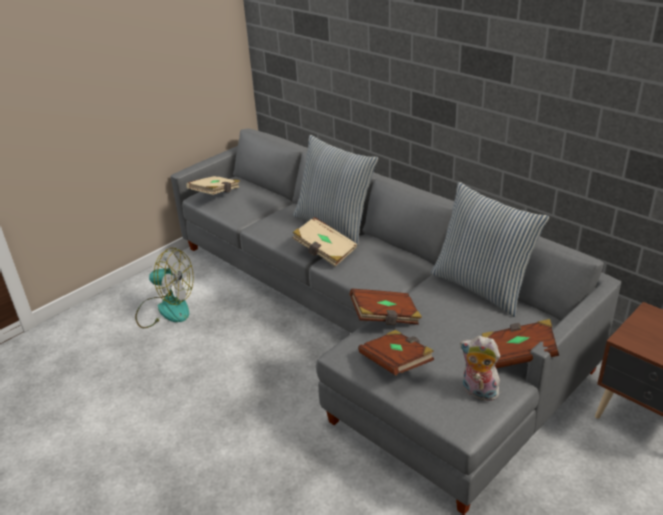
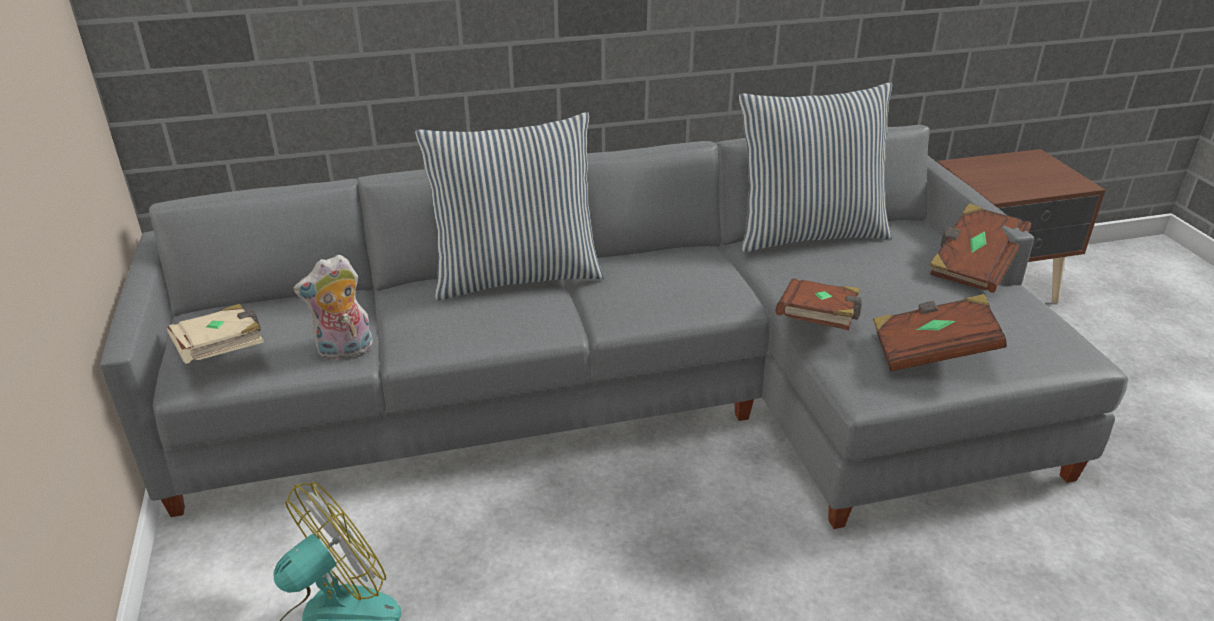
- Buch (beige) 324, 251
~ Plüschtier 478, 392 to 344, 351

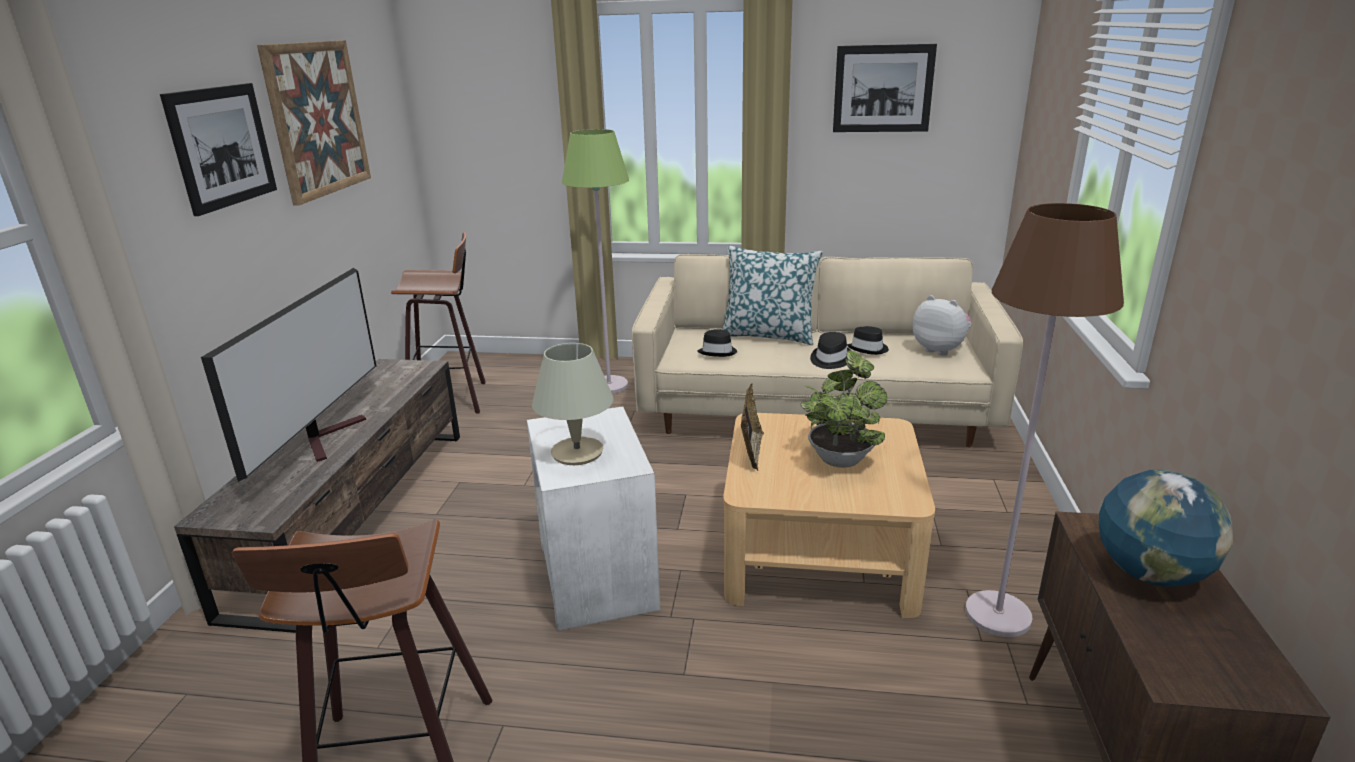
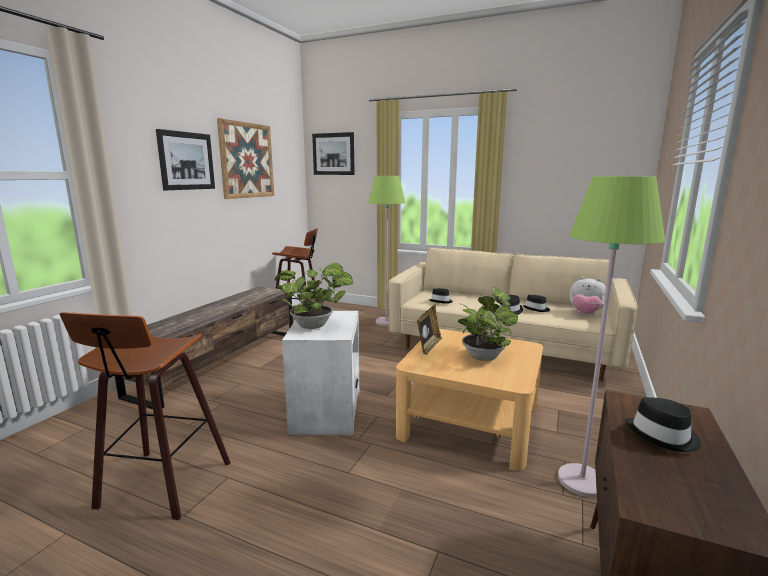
- Fernseher 328, 437
- Kissen 768, 335
~ Bild 883, 89 to 333, 154
~ Tischlampe (beige) 577, 452 to Topfpflanze 315, 326
~ Globus 1150, 573 to Hut (schwarz) 663, 436
~ Stehlampe (braun) 997, 614 to Stehlampe (grün) 581, 481
~ Plüschtier 940, 349 = 585, 314 150 degrees clockwise

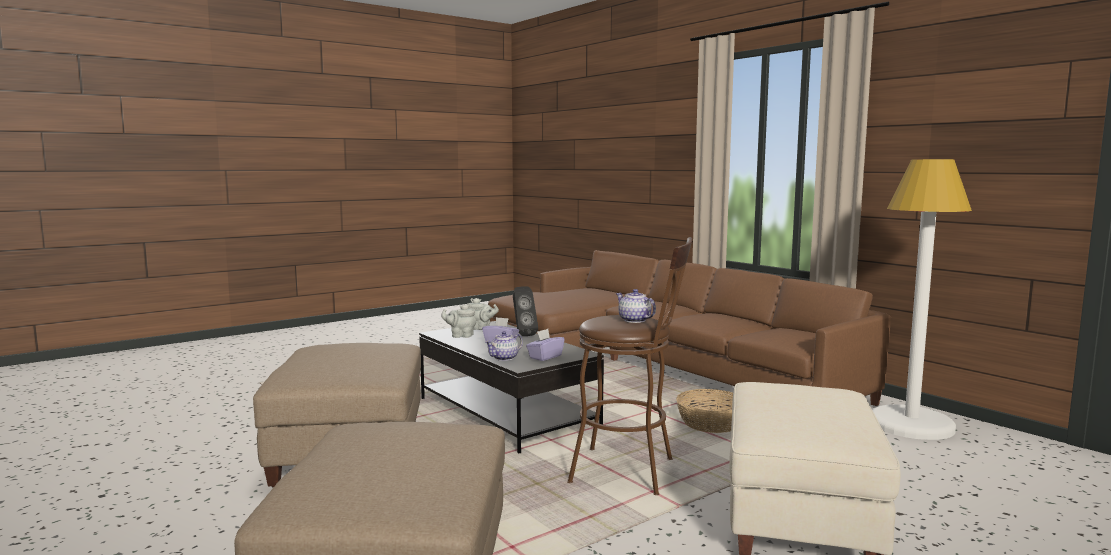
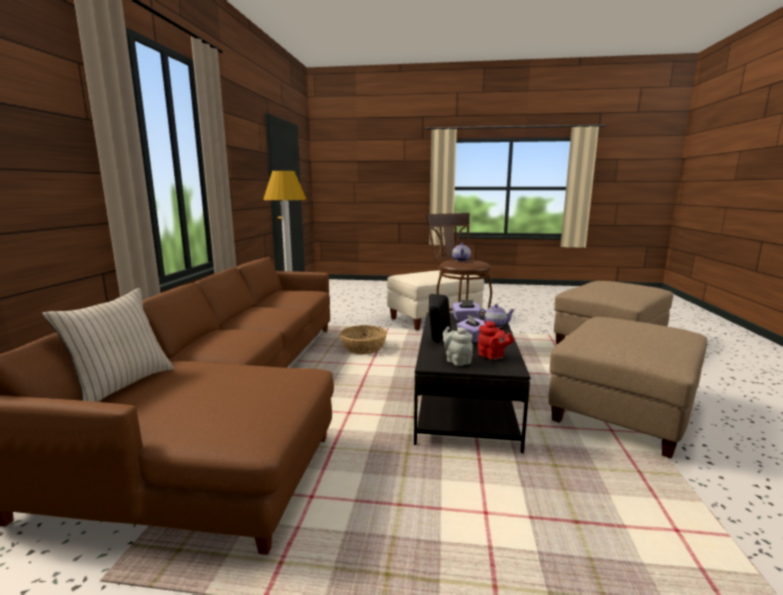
+ Kissen (beige) 122, 385
~ Teekanne (grau) 460, 335 to Teekanne (rot) 492, 357

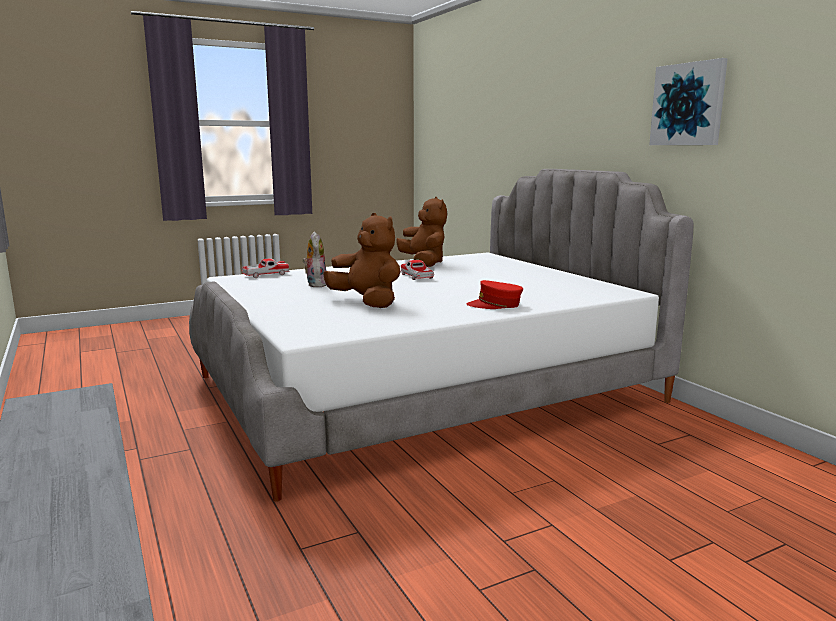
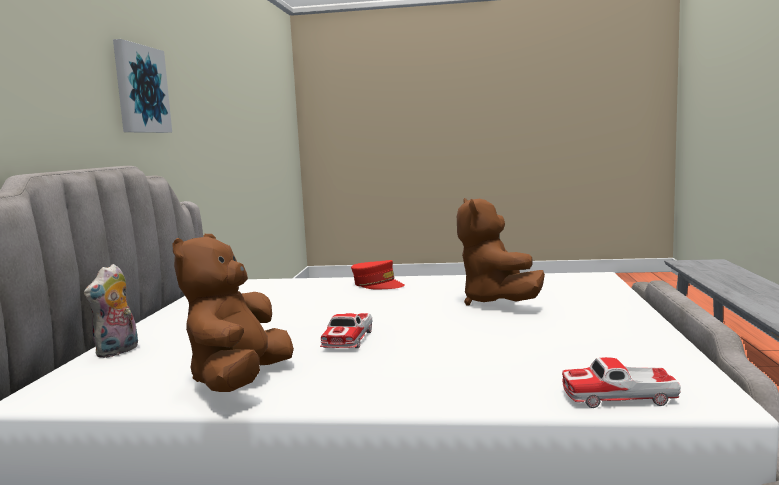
~ Plüschtier 315, 284 to 118, 351

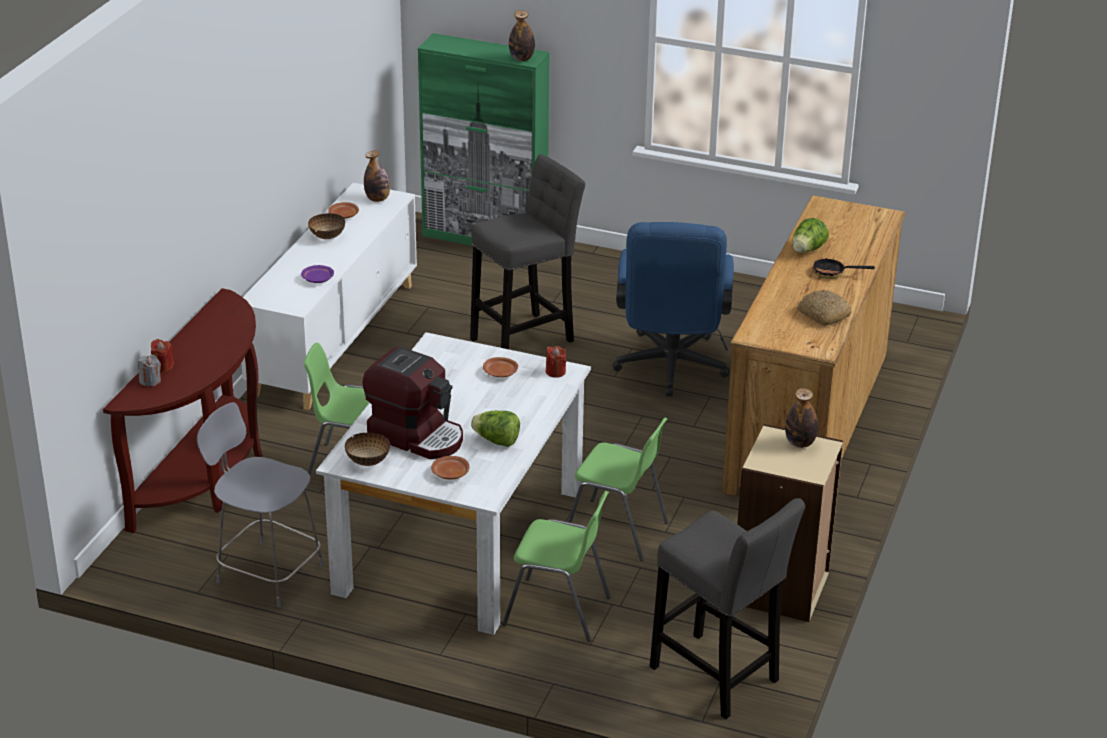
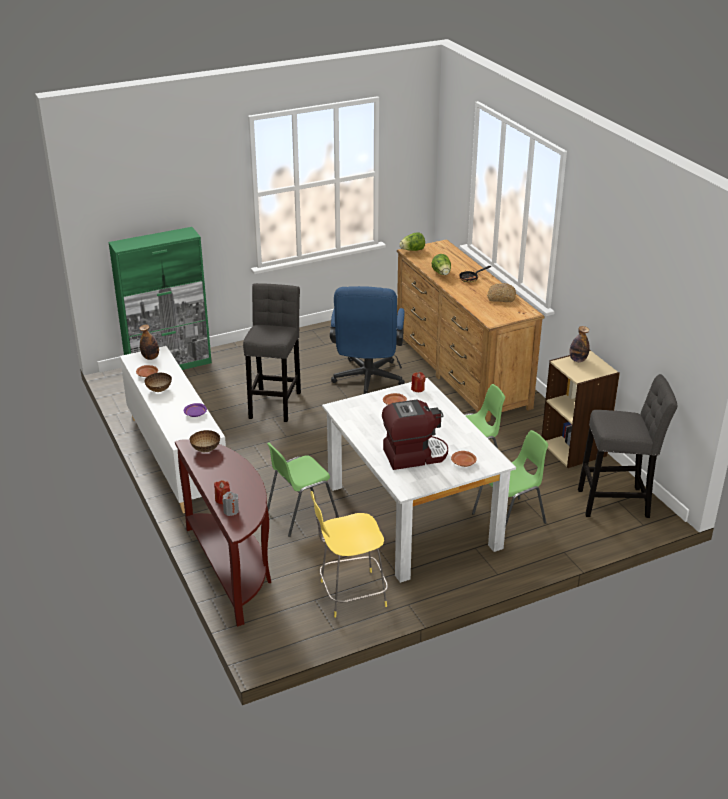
- Flasche 521, 58
~ Schüssel 368, 461 to 206, 449
~ Salatkopf 496, 441 to 412, 250
~ Hocker (grau) 267, 572 to Hocker (gelb) 350, 594
~ Bürostuhl (blau) 670, 370 = 367, 381 45 degrees clockwise

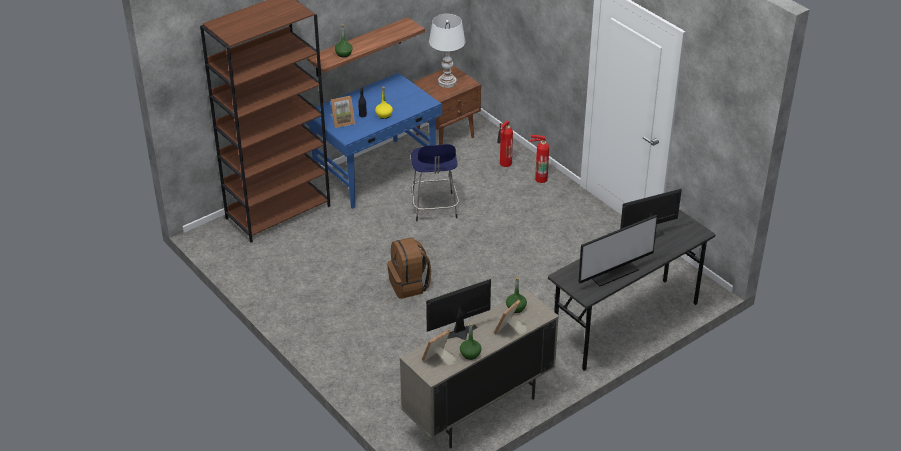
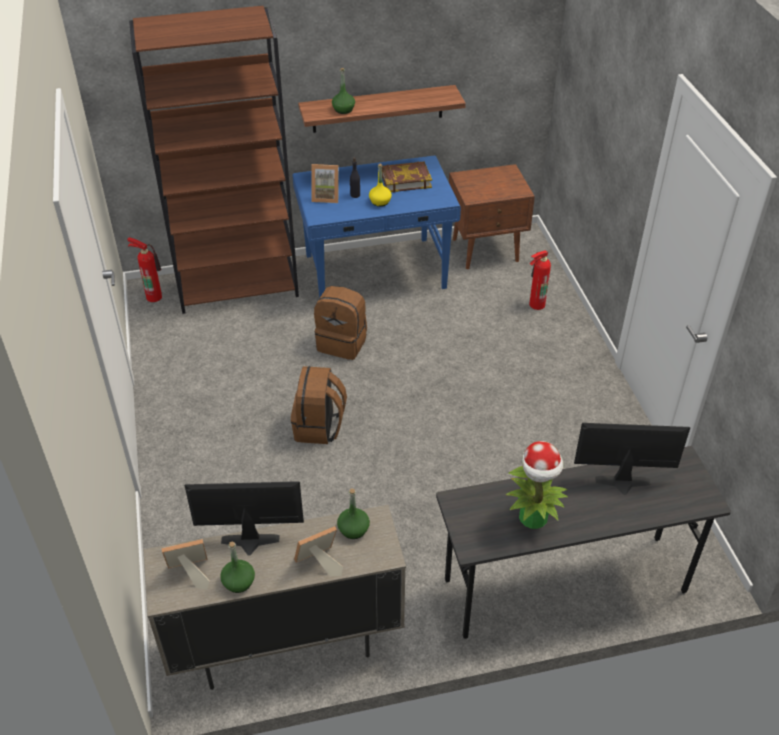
- Hocker (blau) 434, 208
- Tischlampe (weiß) 447, 82
+ Rucksack (braun) 343, 343
+ Buch 405, 180
~ Feuerlöscher 540, 178 to 154, 296
~ Monitor 611, 271 to Topfpflanze 534, 518

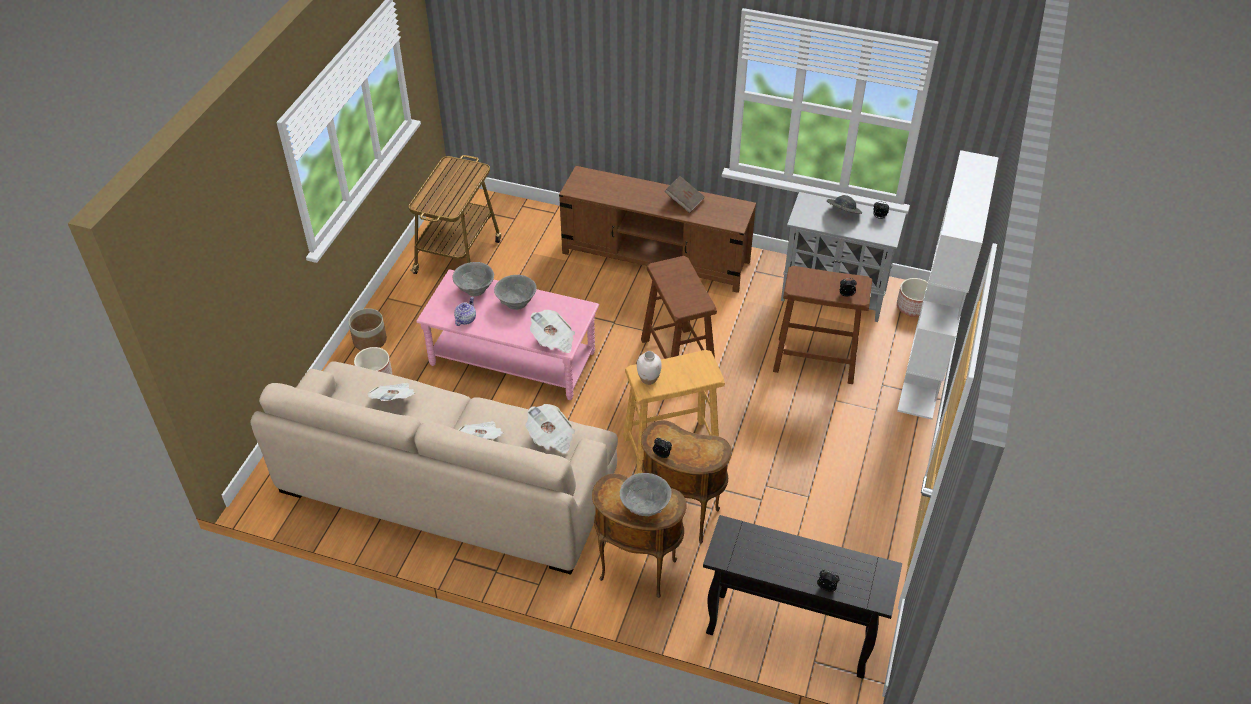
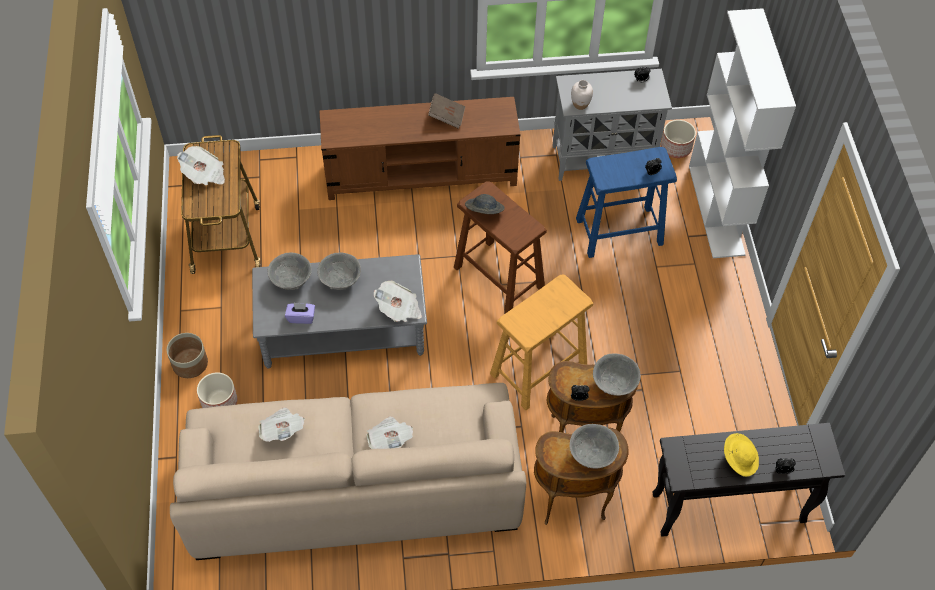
+ Schüssel (grau) 614, 384
+ Hut (gelb) 739, 459
~ Zeitung 551, 437 to 204, 175
~ Vase (weiß) 648, 379 to 580, 104
~ Hut (grau) 842, 213 to 484, 212
~ Teekanne 465, 319 to Taschentuchbox (lila) 301, 317
~ Couchtisch (rosa) 512, 358 to Couchtisch (grau) 342, 331
~ Hocker (braun) 814, 359 to Hocker (blau) 618, 231

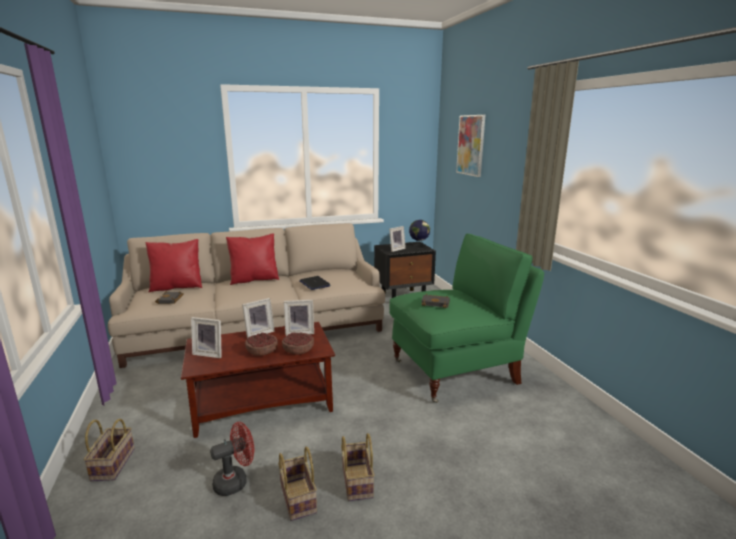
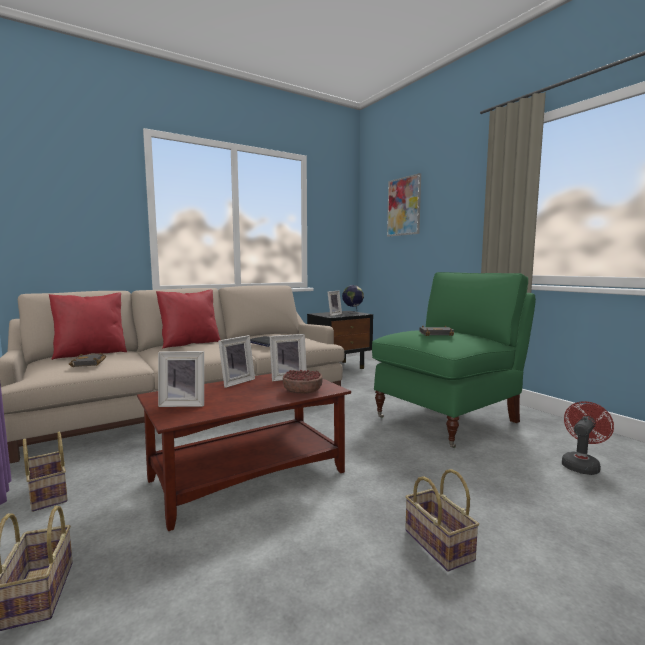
- Schüssel 262, 351
~ Ventilator (rot) 236, 481 to 581, 465
~ Korb 296, 498 to 46, 494

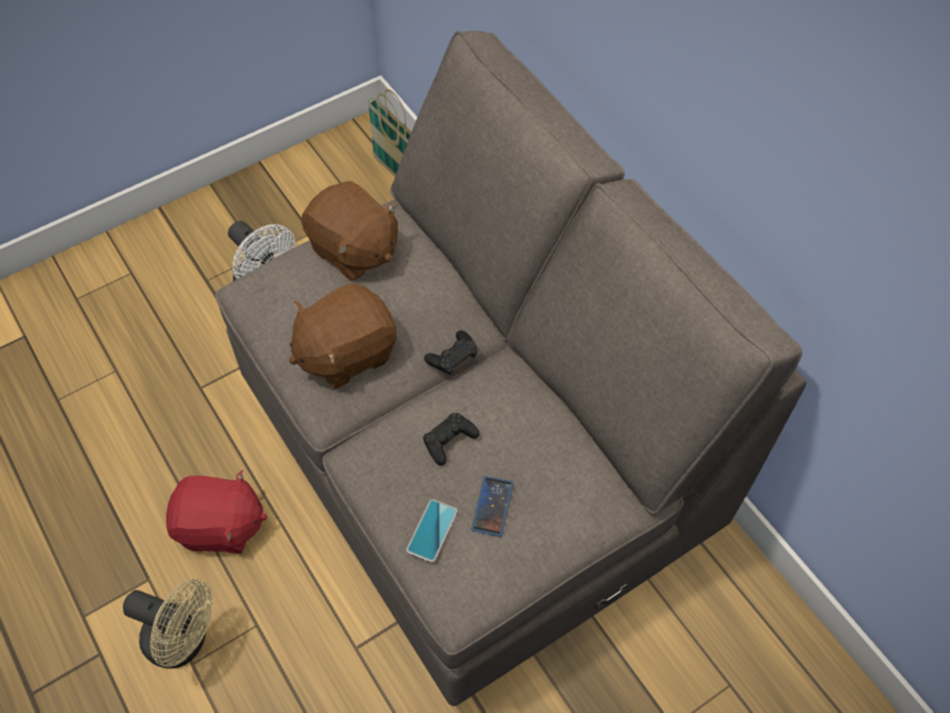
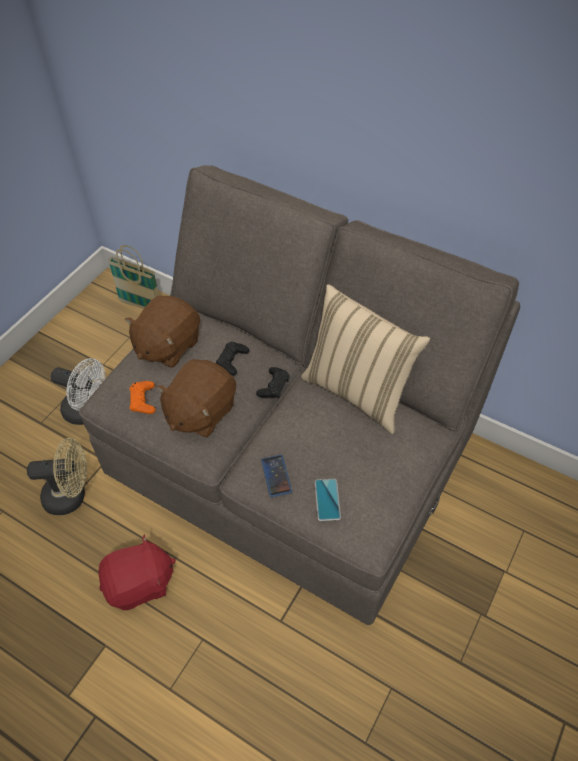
+ Gamepad (orange) 143, 400
+ Kissen (beige) 357, 391
~ Ventilator (beige) 185, 641 to 72, 495
~ Gamepad (schwarz) 449, 441 to 232, 360
~ Handy 492, 506 to 276, 476
~ Plüschtier (braun) 354, 250 = 167, 346 105 degrees clockwise

